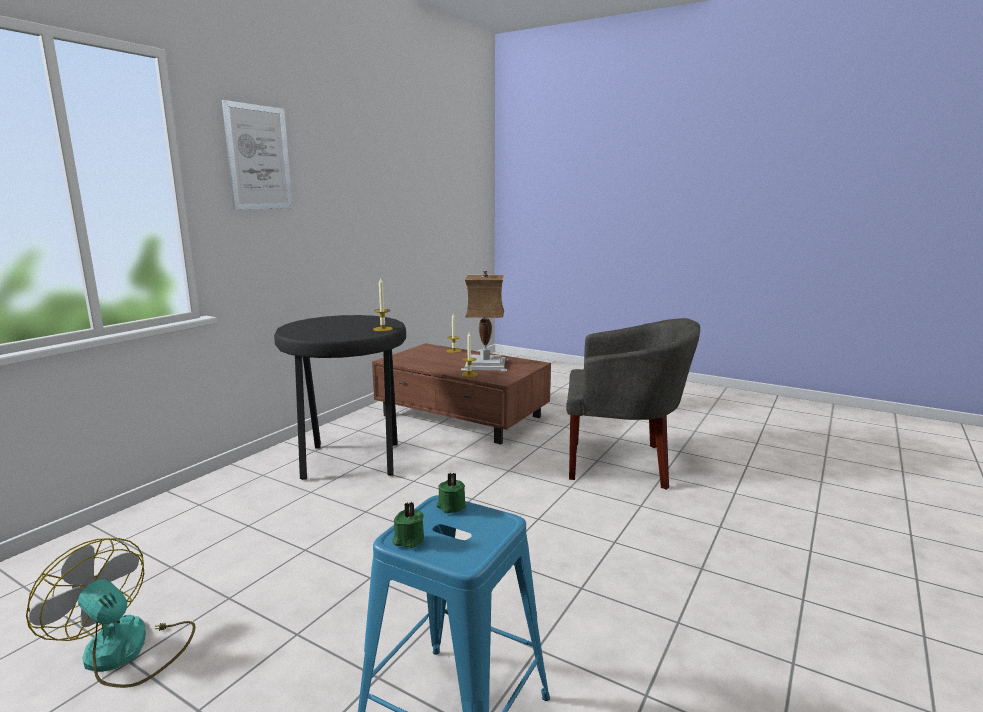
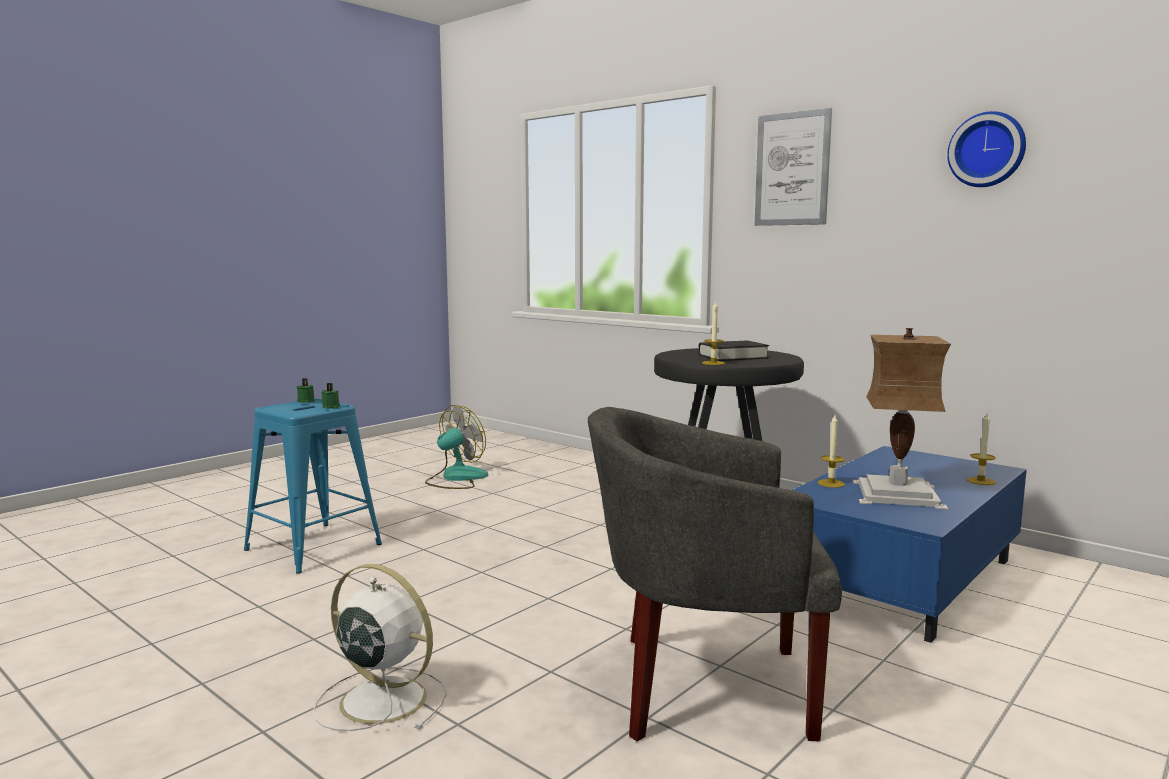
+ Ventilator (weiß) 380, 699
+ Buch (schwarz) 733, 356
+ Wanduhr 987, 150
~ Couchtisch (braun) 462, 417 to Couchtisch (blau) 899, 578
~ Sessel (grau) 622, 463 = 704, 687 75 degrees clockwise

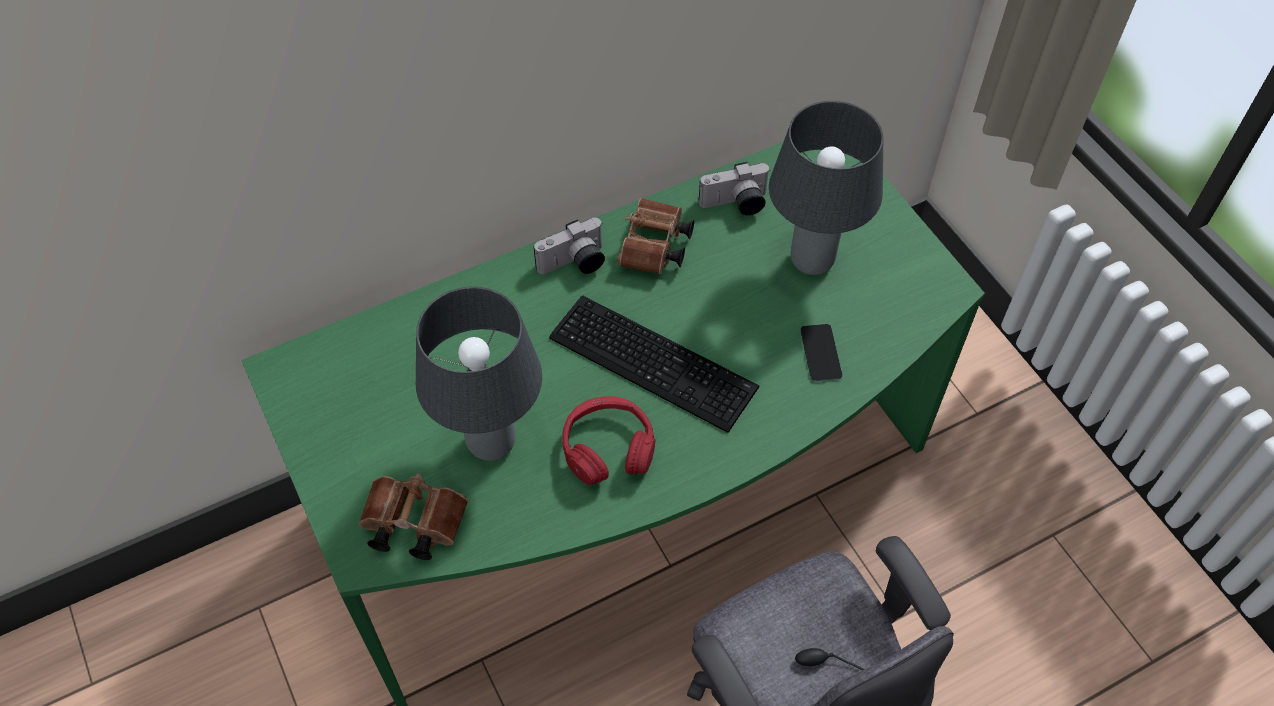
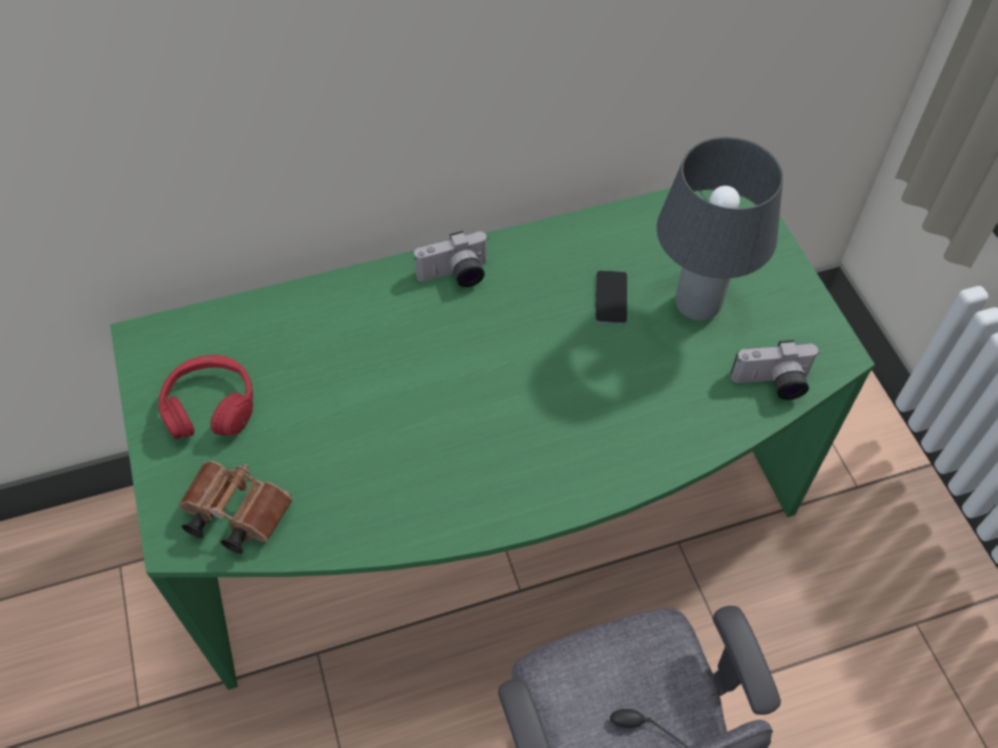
- Tischlampe (grau) 491, 441
- Tastatur 652, 358
- Fernglas (braun) 654, 249
~ Kopfhörer (rot) 608, 448 to 211, 406
~ Kamera 736, 204 to 772, 384
~ Handy 820, 353 to 611, 297

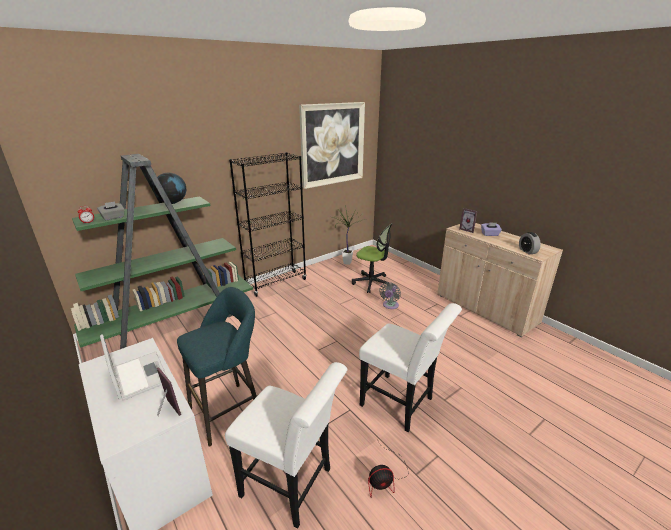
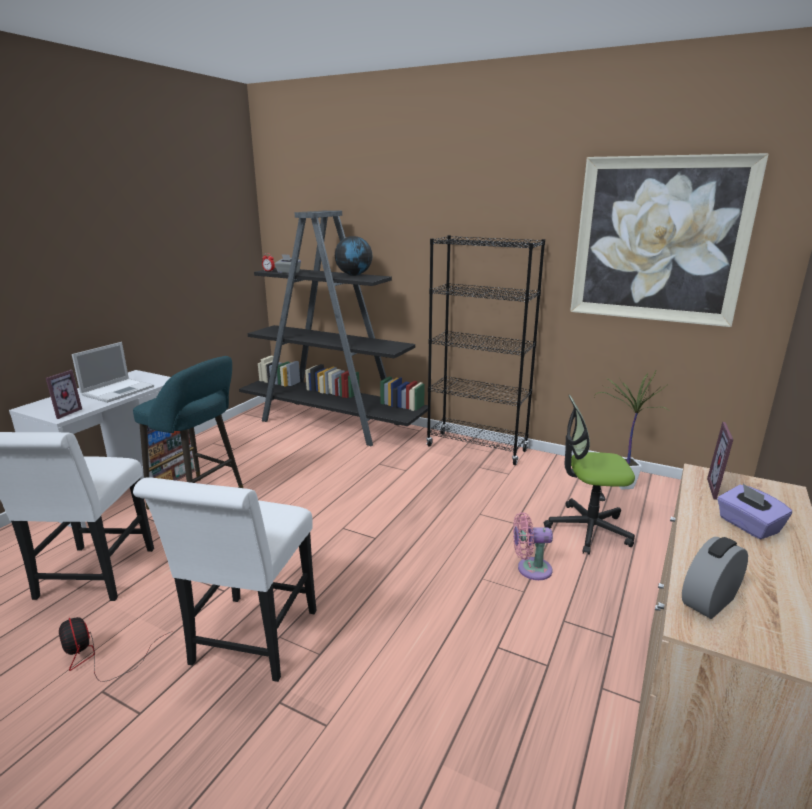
~ Bücherregal (grün) 175, 323 to Bücherregal (schwarz) 332, 423
~ Ventilator (grau) 390, 306 to Ventilator (rosa) 530, 569
~ Bürostuhl 372, 283 = 588, 529 90 degrees clockwise

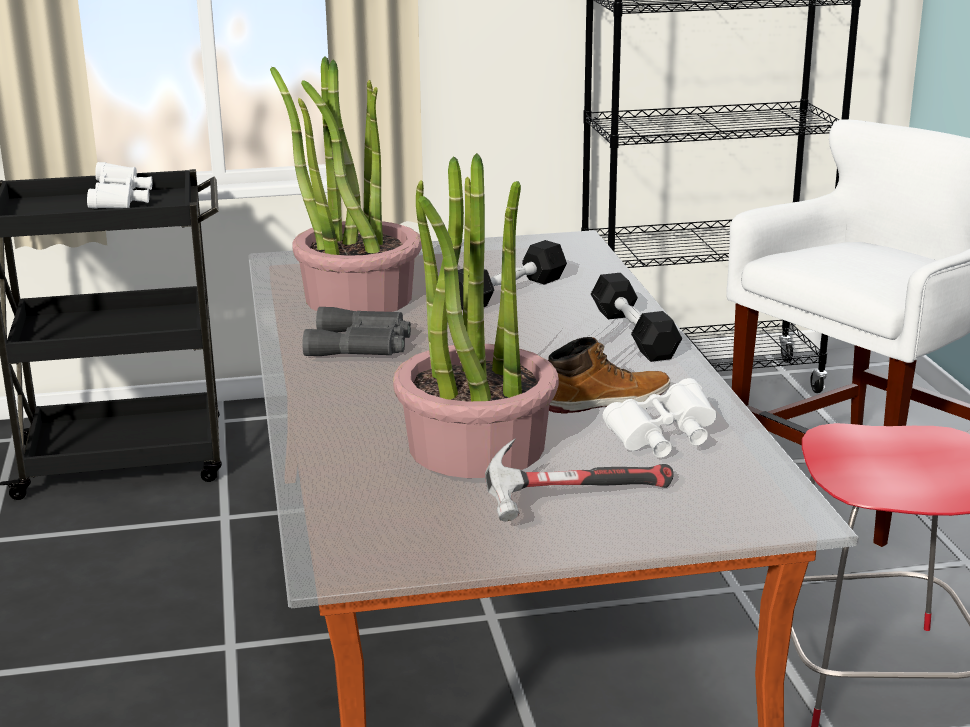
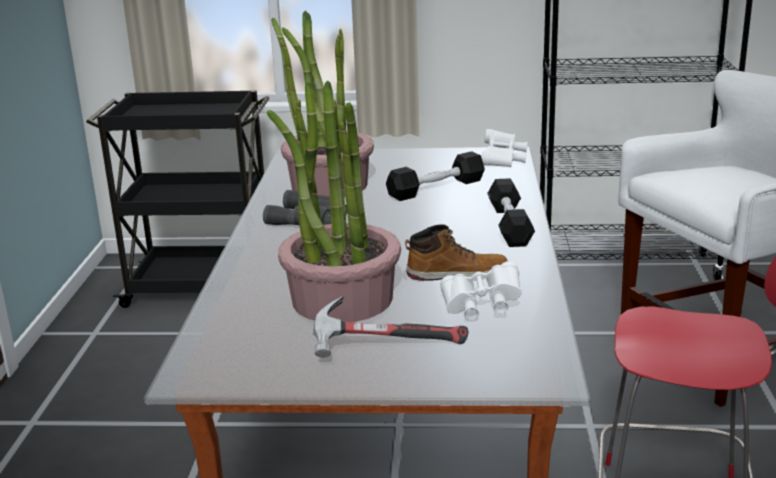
~ Fernglas (weiß) 121, 202 to 503, 160

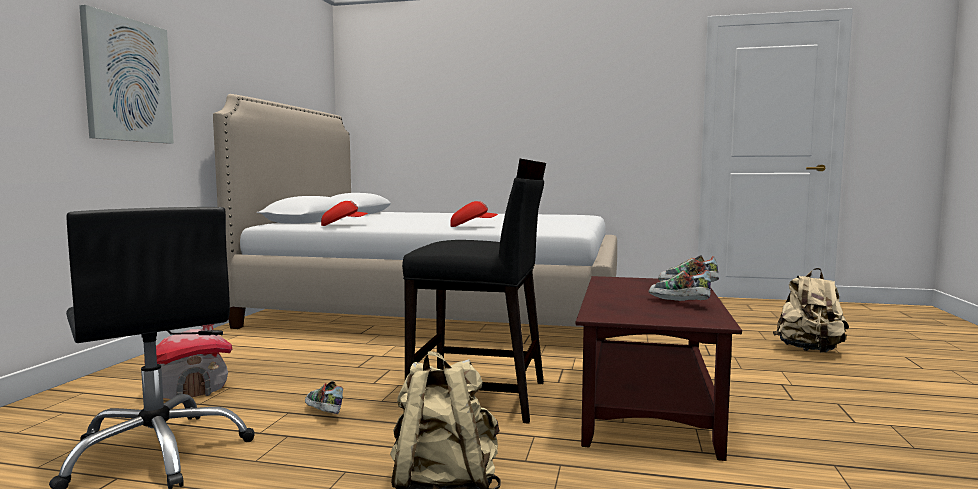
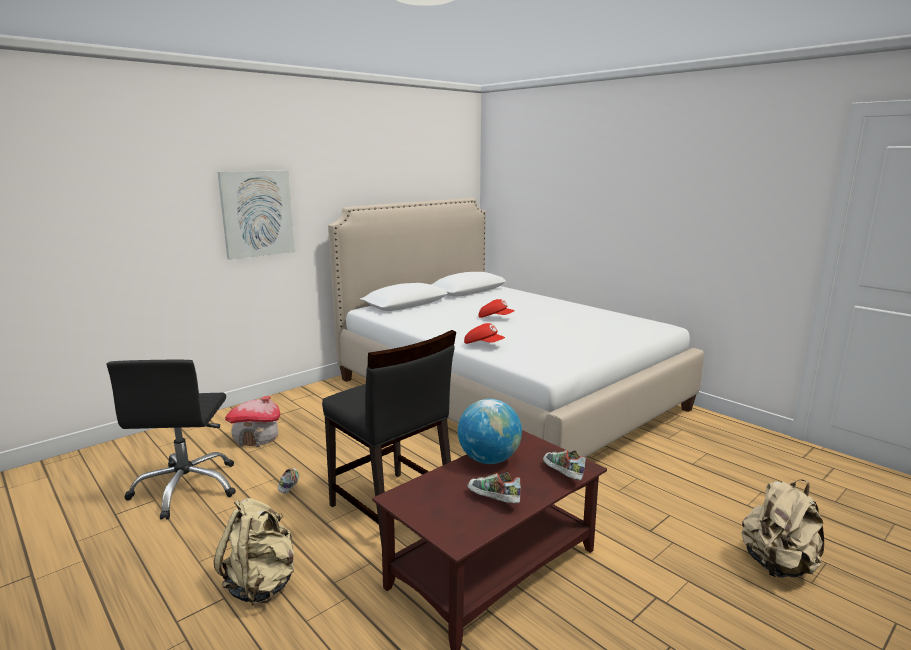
+ Globus 489, 459
~ Kappe (rot) 343, 225 to 495, 318
~ Schuh 678, 303 = 493, 500 45 degrees counterclockwise

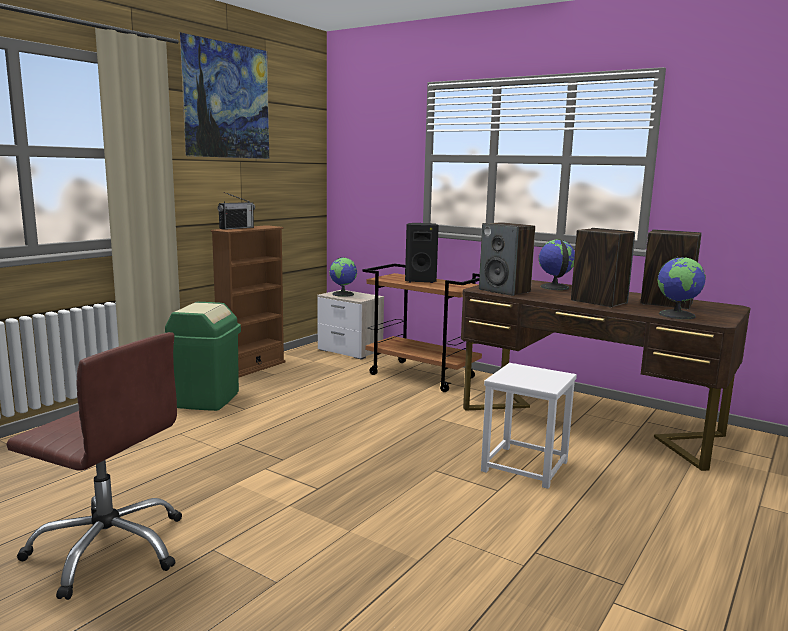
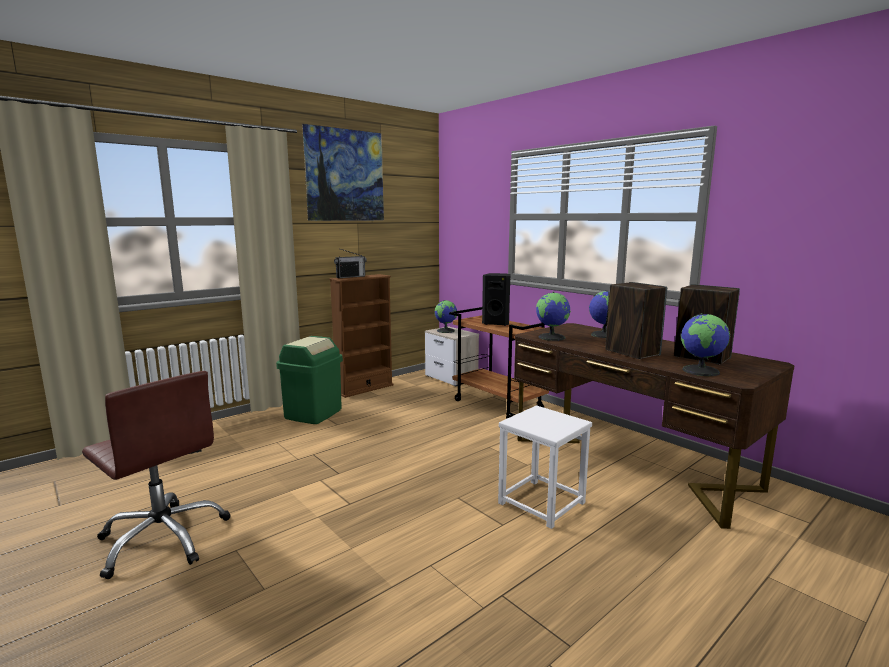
~ Lautsprecher 505, 291 to Globus 552, 337

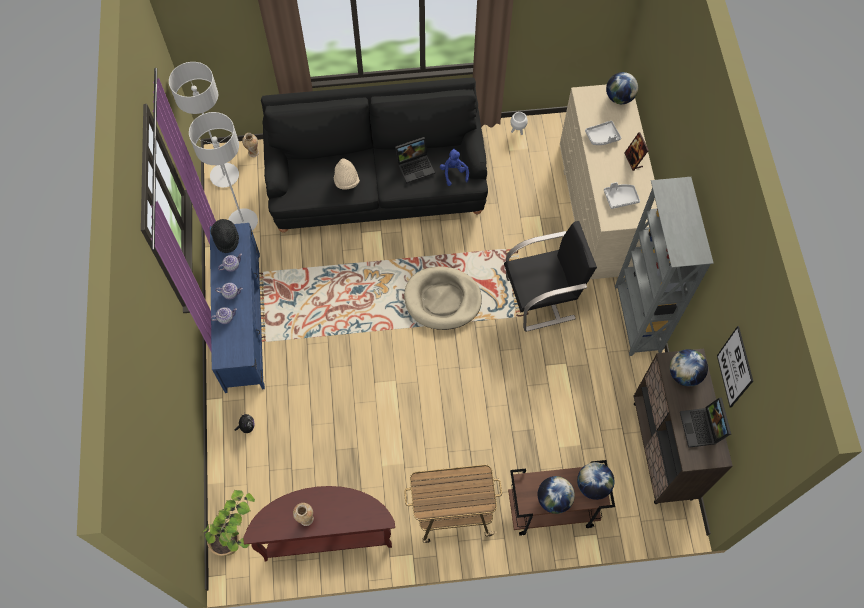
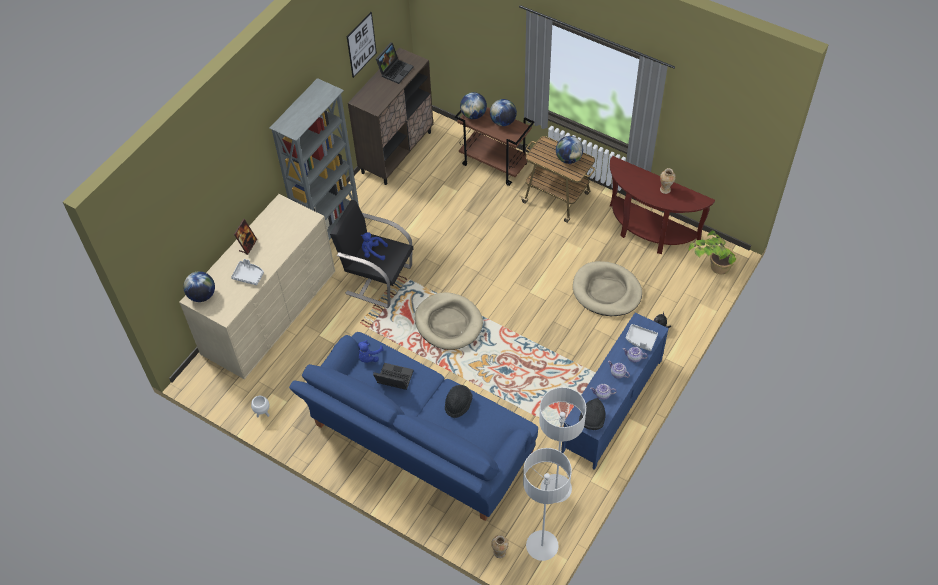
+ Plüschtier (blau) 373, 252
+ Hundebett (beige) 606, 291
~ Tablett (grau) 620, 198 to 640, 340
~ Globus 684, 374 to 568, 159
~ Sofa (schwarz) 377, 186 to Sofa (blau) 419, 444
~ Hut (beige) 346, 180 to Hut (schwarz) 458, 404

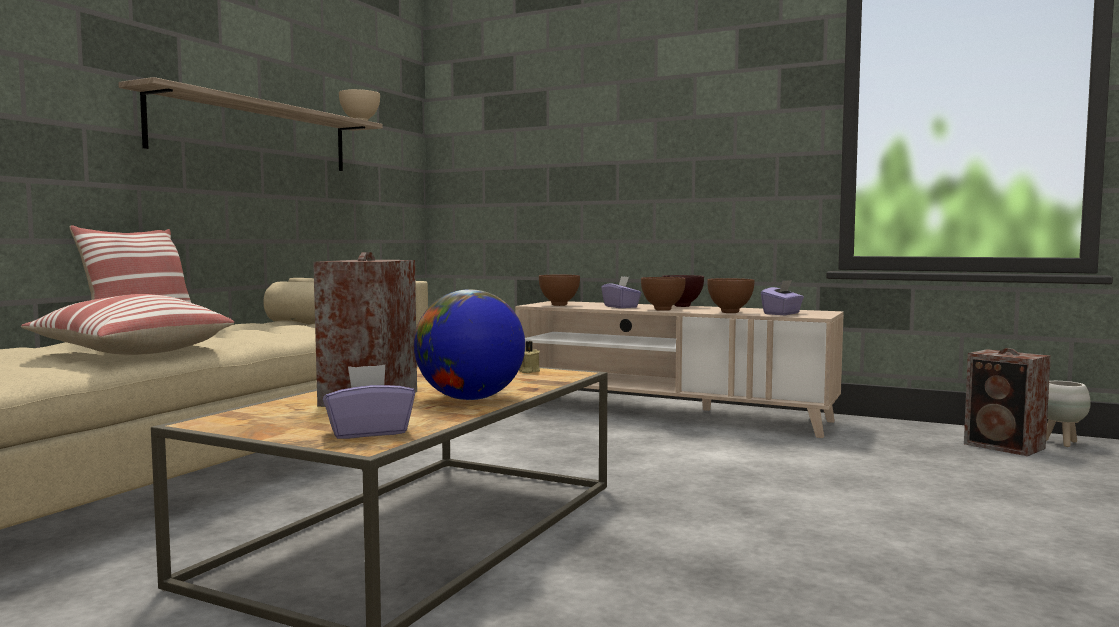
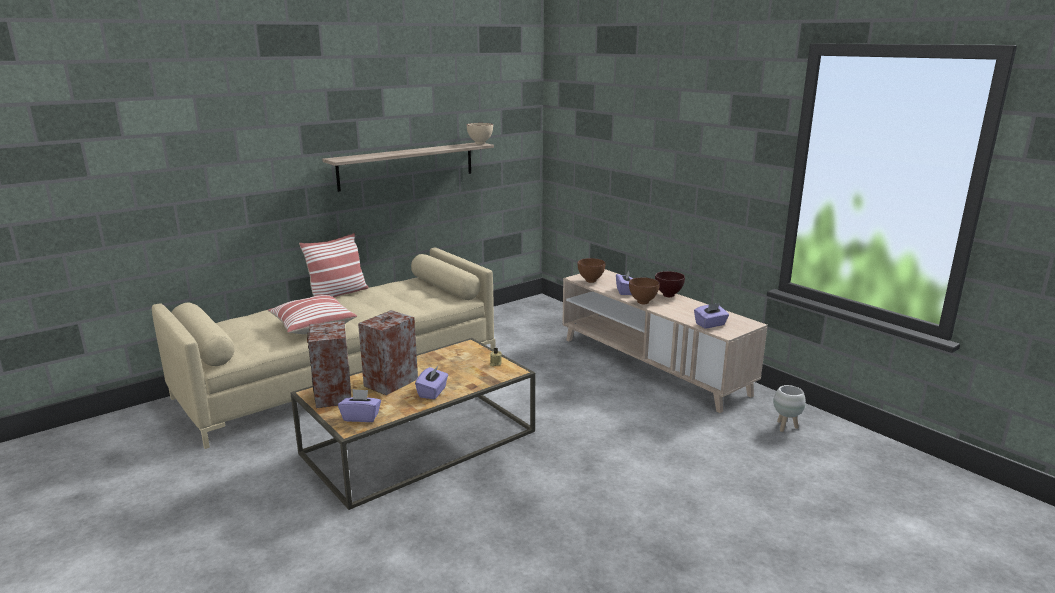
- Schüssel (braun) 729, 312
~ Lautsprecher 1006, 447 to 333, 396
~ Pflanzkübel (weiß) 1061, 443 to 785, 427
~ Globus 470, 399 to Taschentuchbox (lila) 433, 392

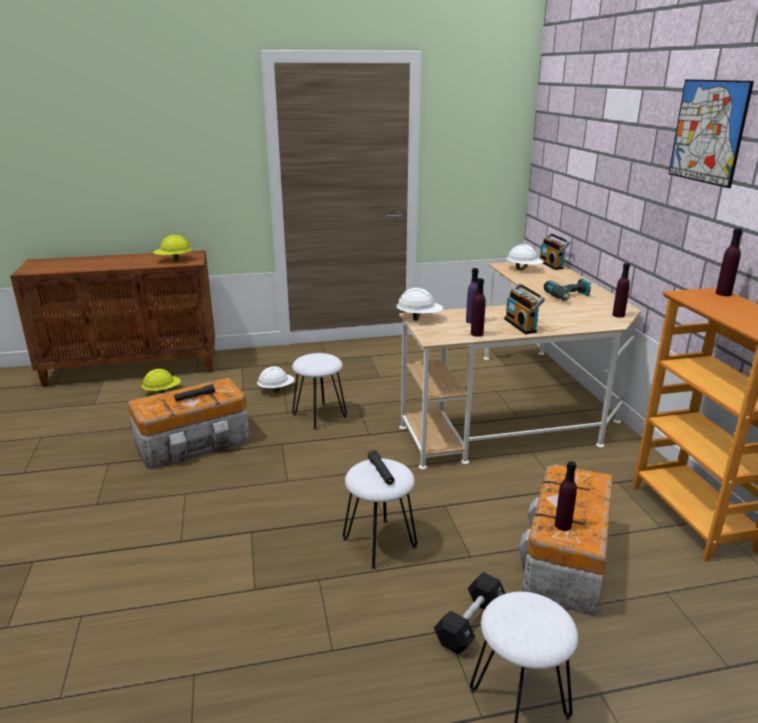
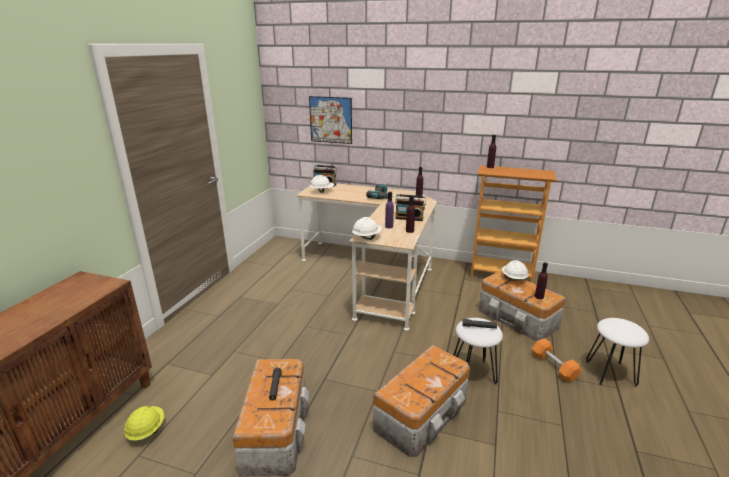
- Schutzhelm (gelb) 174, 260
- Hocker (weiß) 319, 415
+ Aufbewahrungsbox 423, 414
~ Schutzhelm (weiß) 276, 389 to 513, 278
~ Bild 708, 131 to 330, 120
~ Hantel (schwarz) 470, 623 to Hantel (orange) 554, 366

